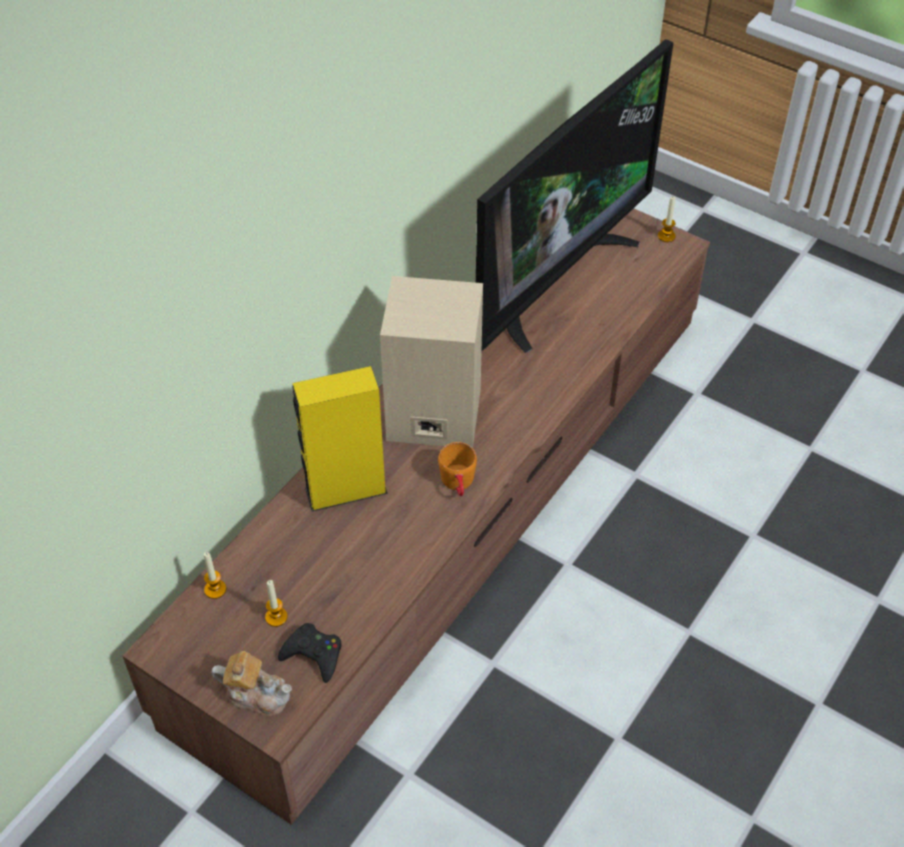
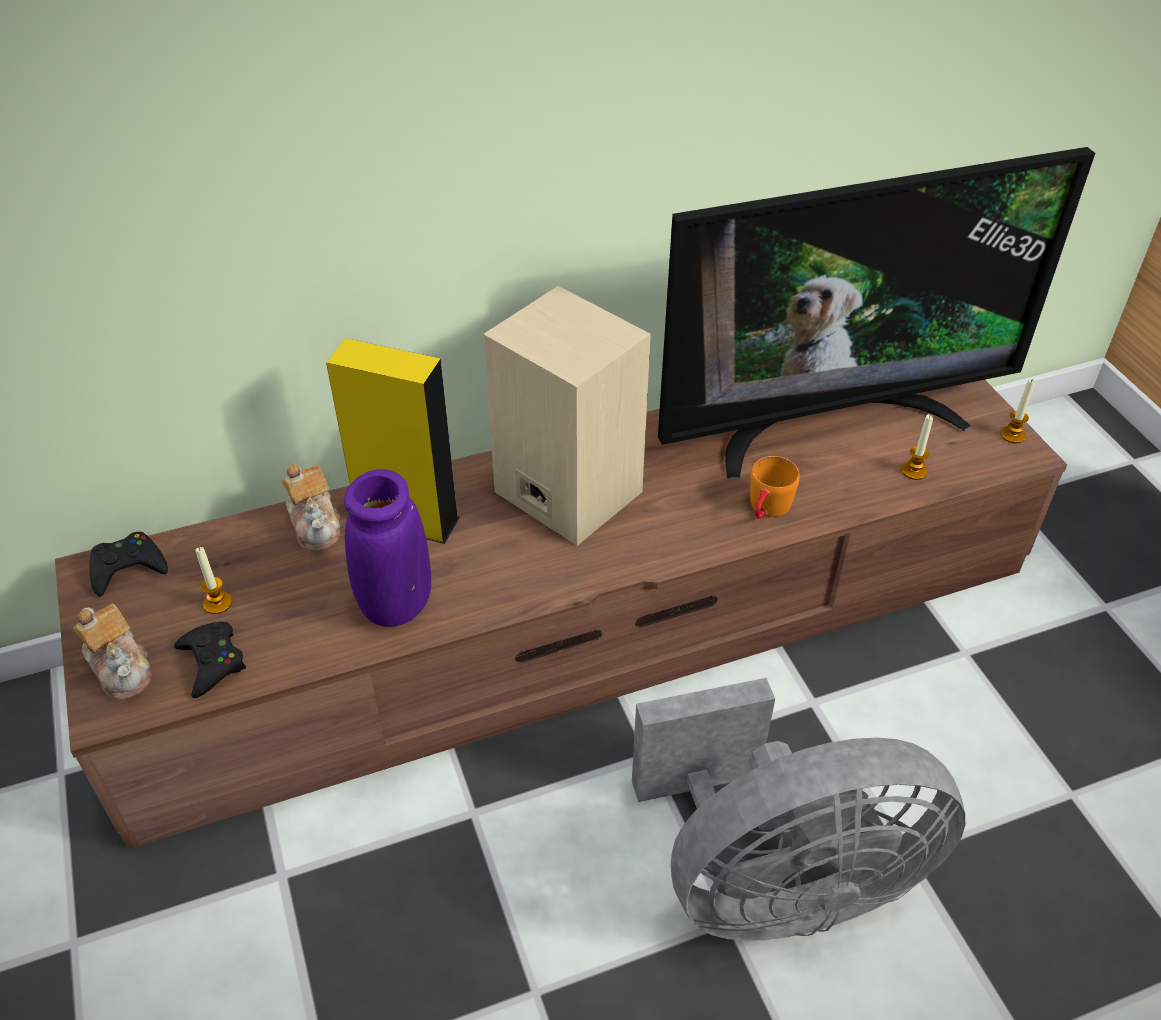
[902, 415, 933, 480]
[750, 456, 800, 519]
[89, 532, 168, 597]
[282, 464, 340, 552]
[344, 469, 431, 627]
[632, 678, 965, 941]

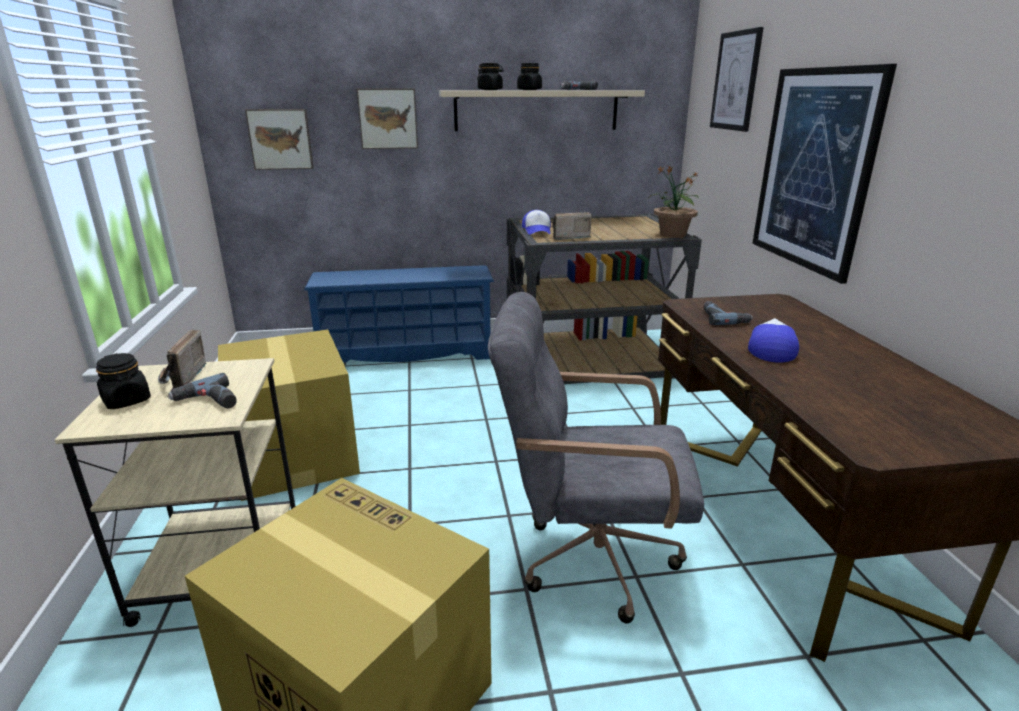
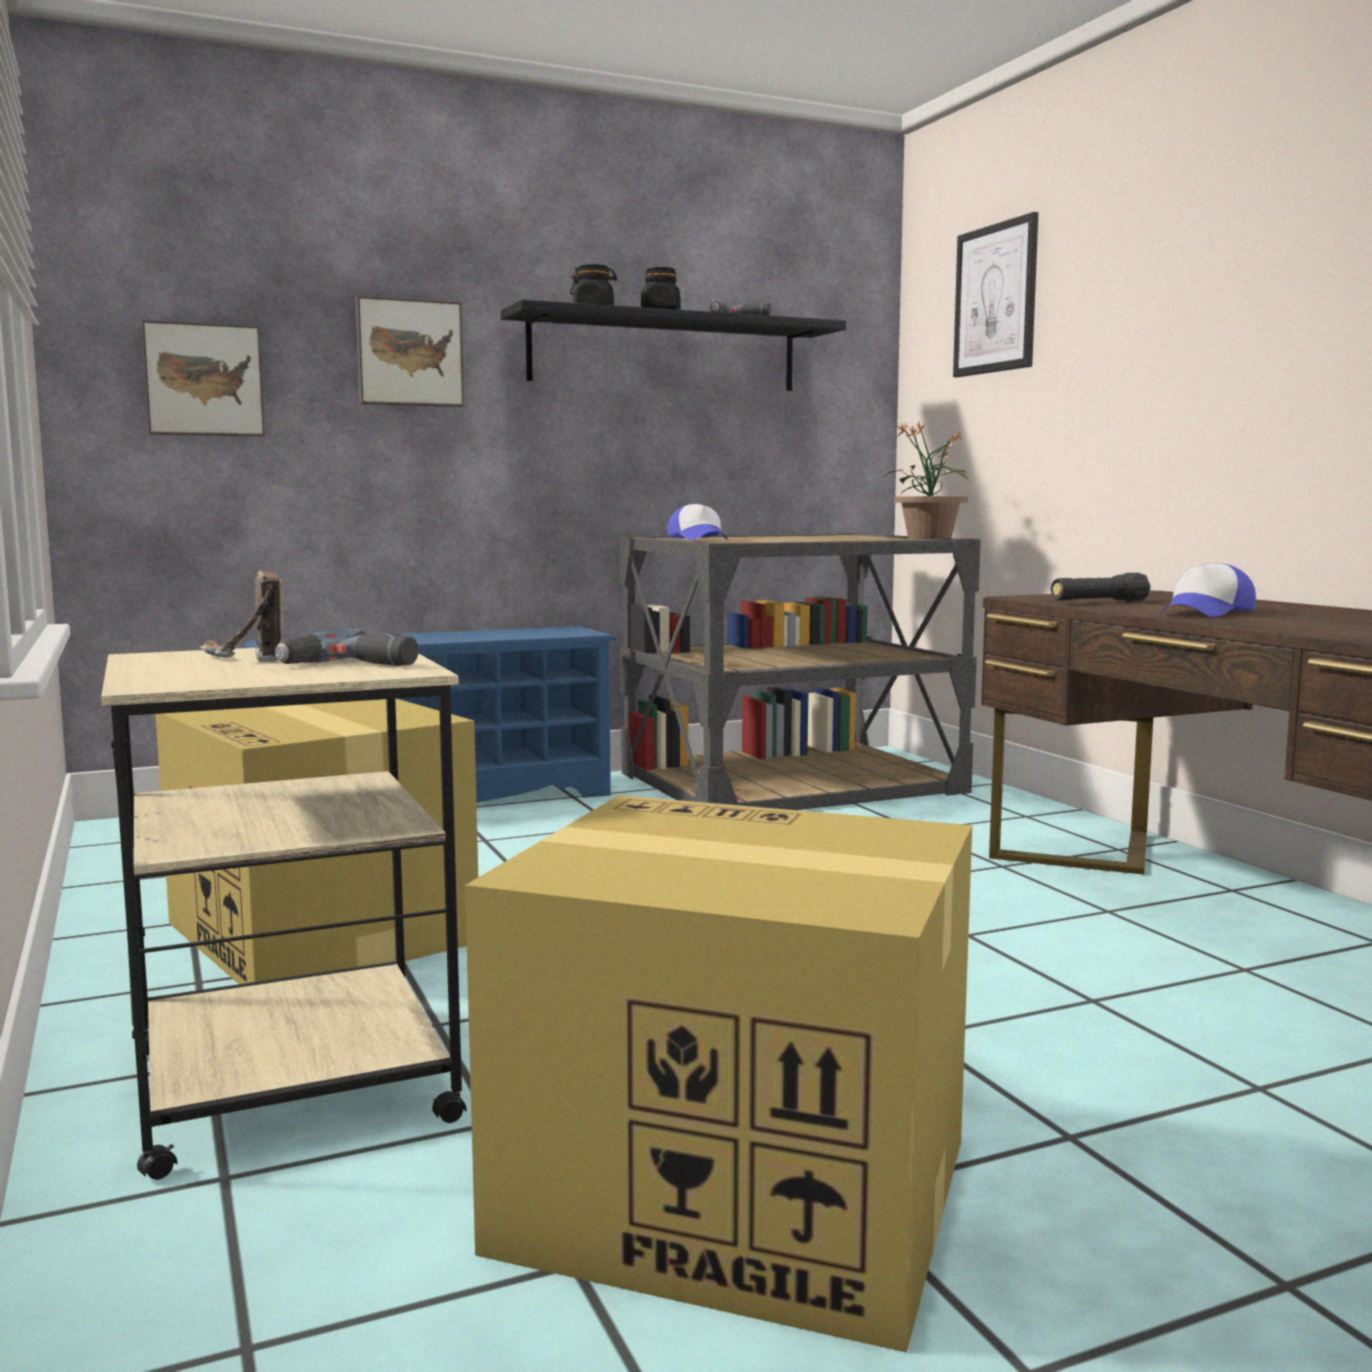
[96, 353, 151, 409] (first image)
[501, 299, 846, 391]
[488, 292, 704, 624] (first image)
[552, 212, 592, 240] (first image)
[1051, 573, 1151, 601]
[1161, 563, 1256, 617]
[752, 64, 897, 284] (first image)

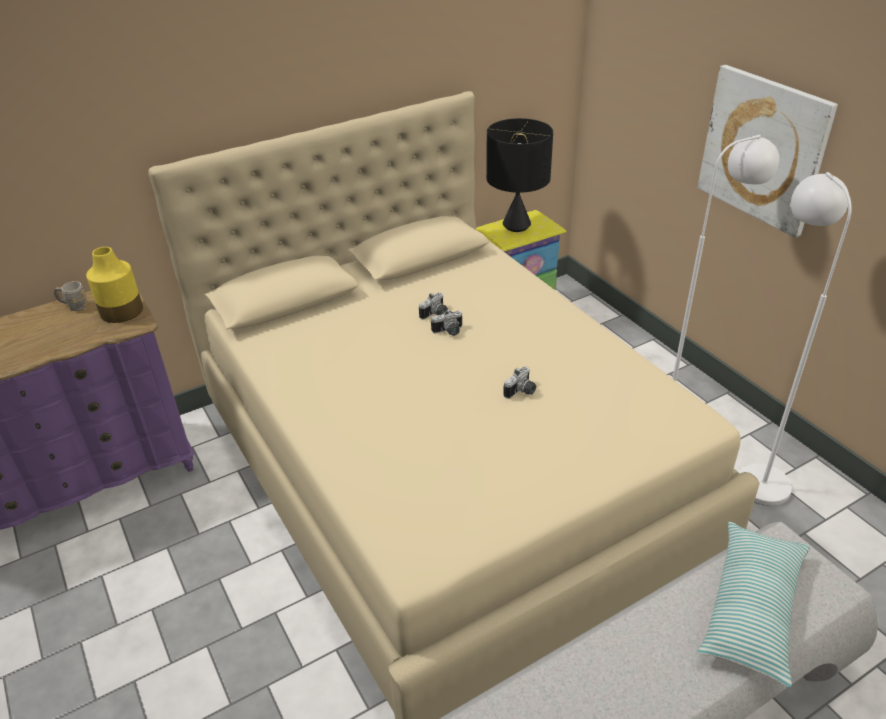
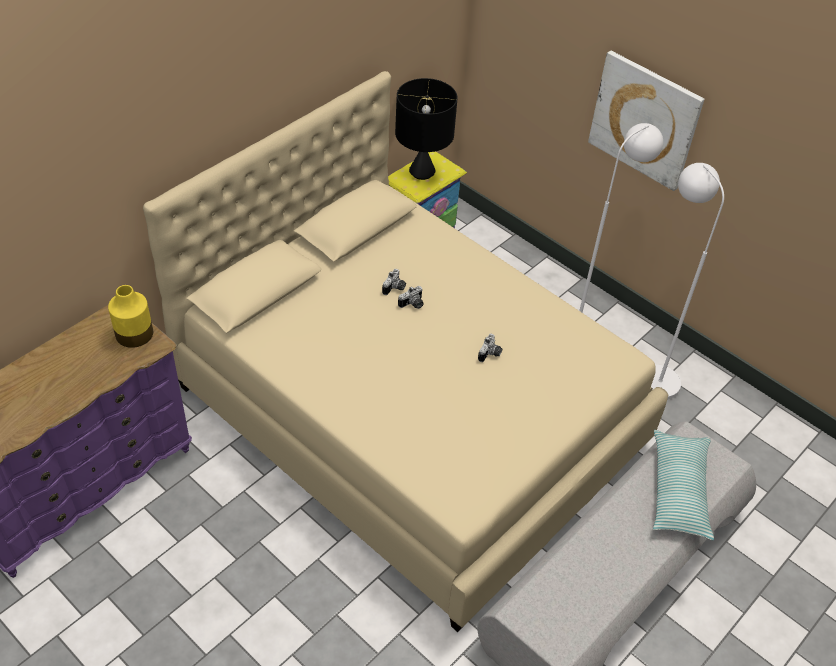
[54, 281, 88, 311] (first image)

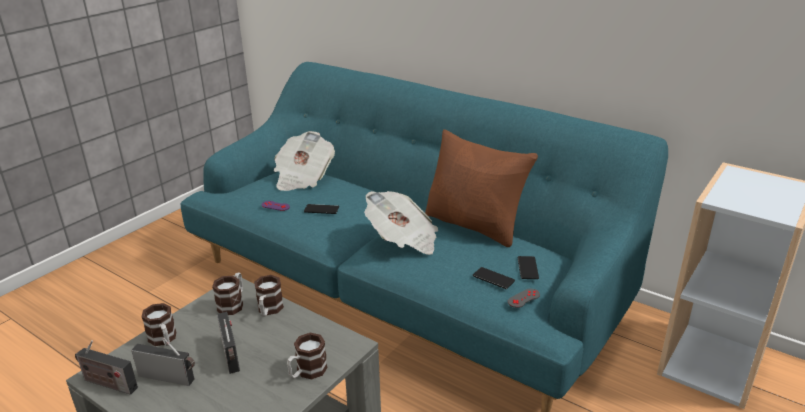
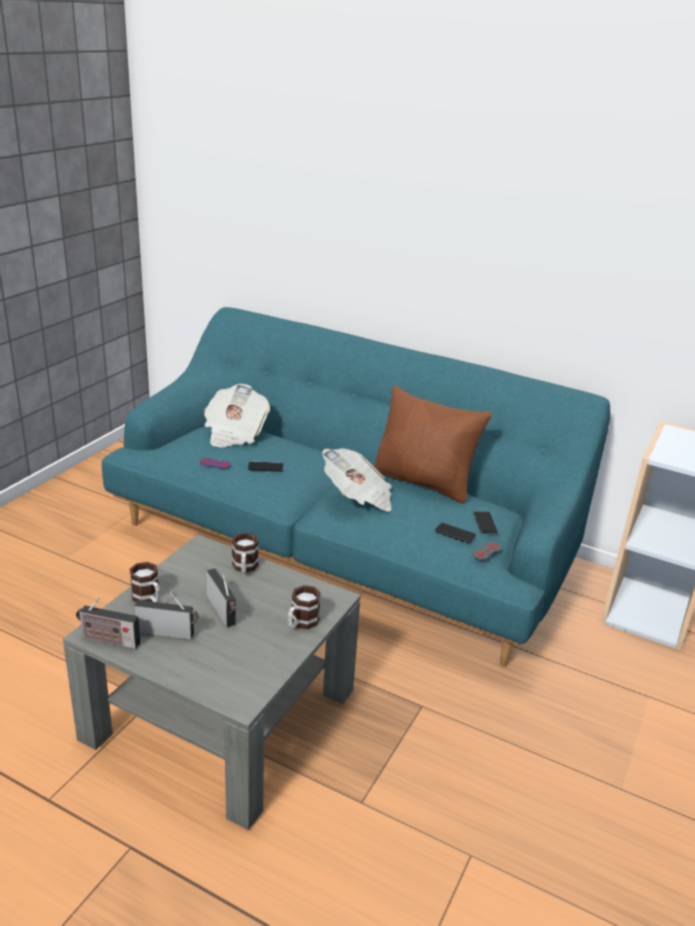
[212, 273, 243, 315] (first image)

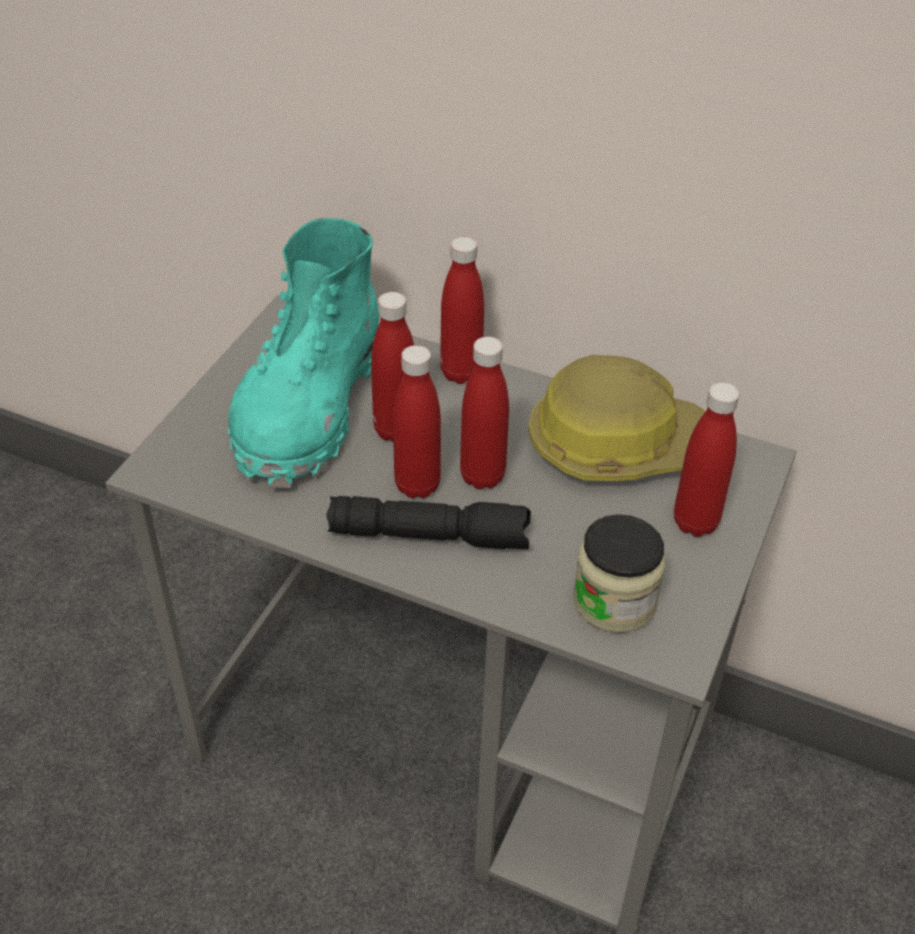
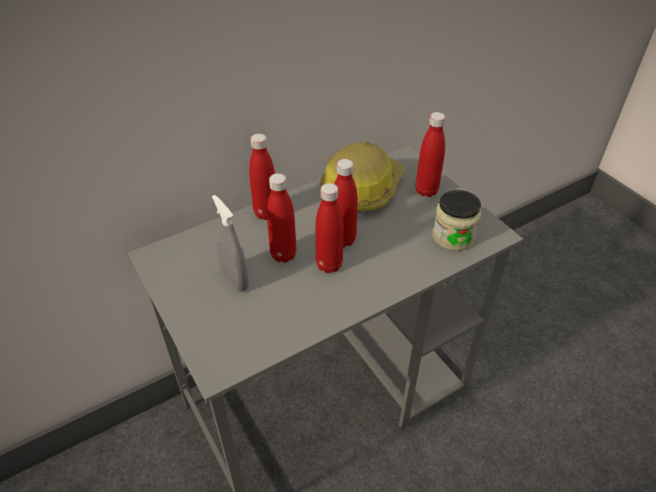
[212, 195, 249, 291]
[326, 496, 531, 549] (first image)

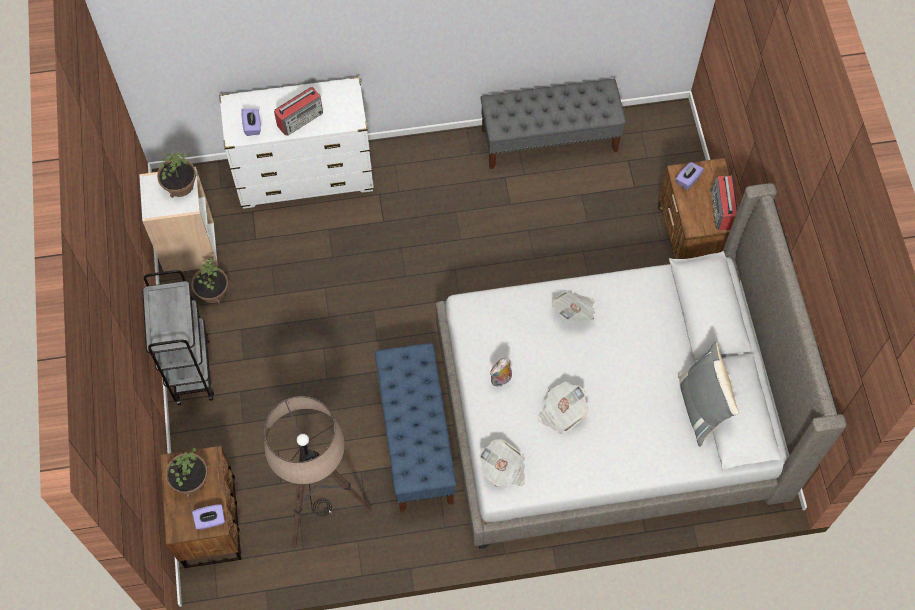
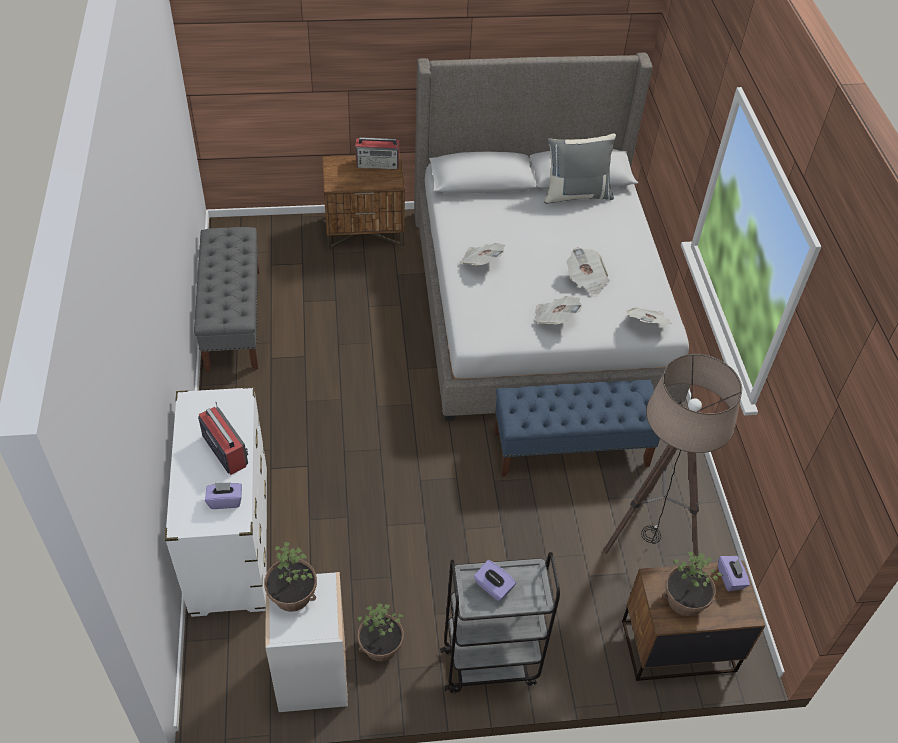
[534, 296, 582, 325]
[474, 560, 516, 601]

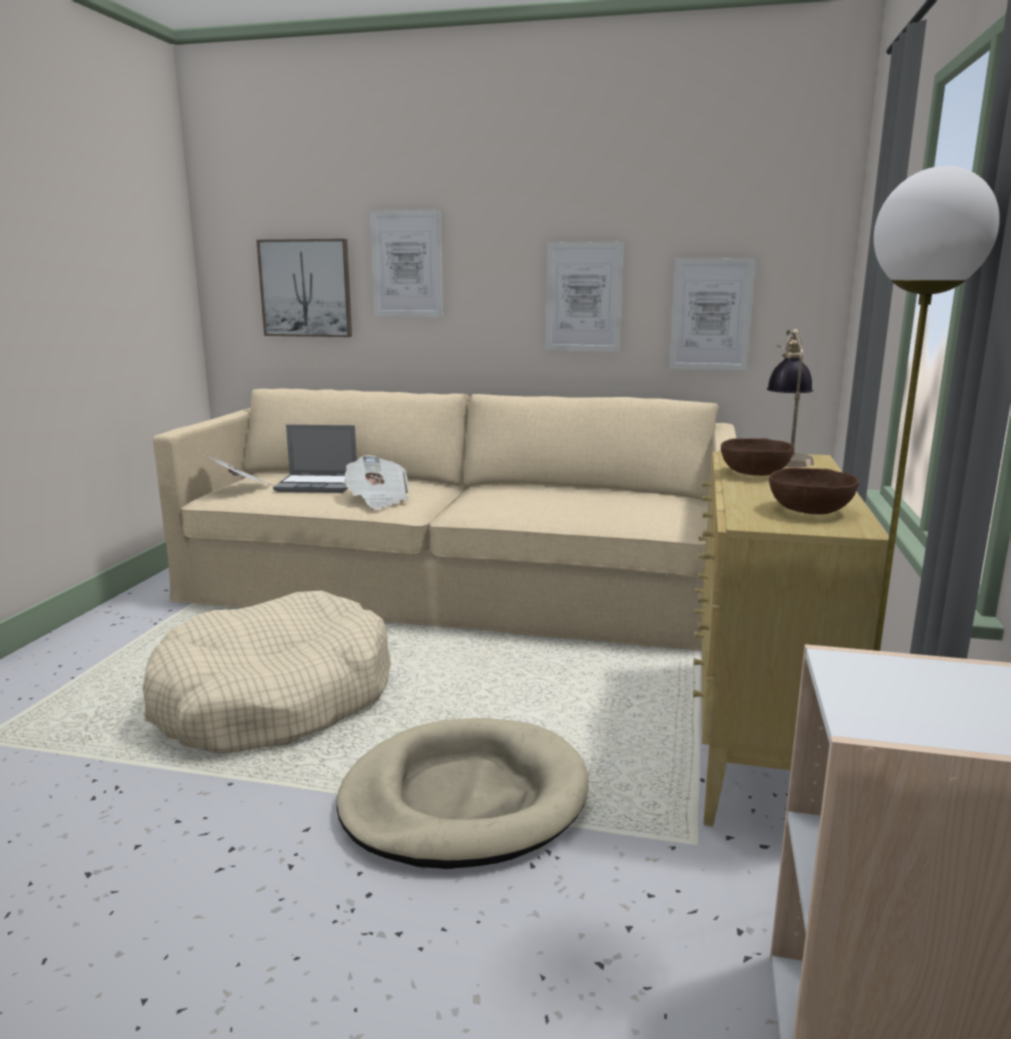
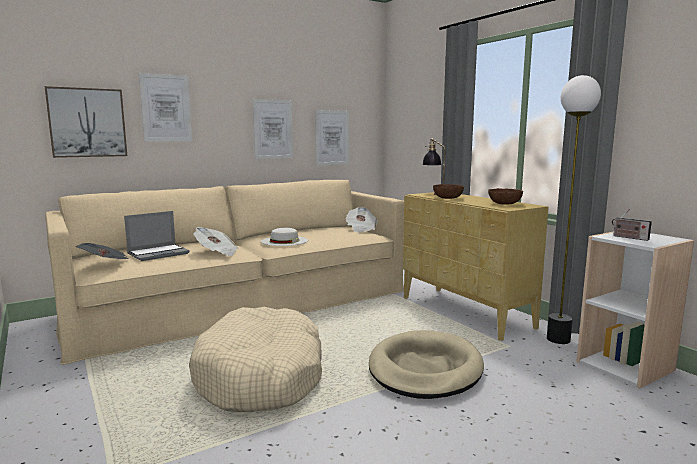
[261, 228, 308, 246]
[345, 207, 378, 233]
[612, 209, 652, 241]

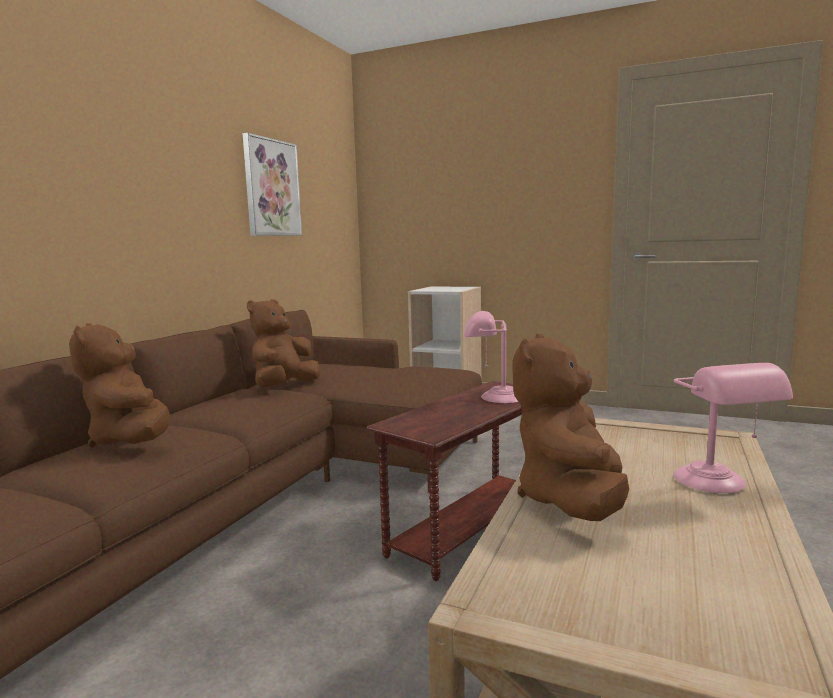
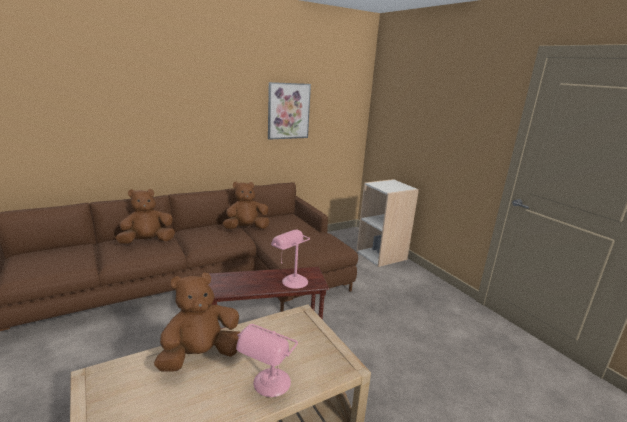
[115, 189, 175, 244]

